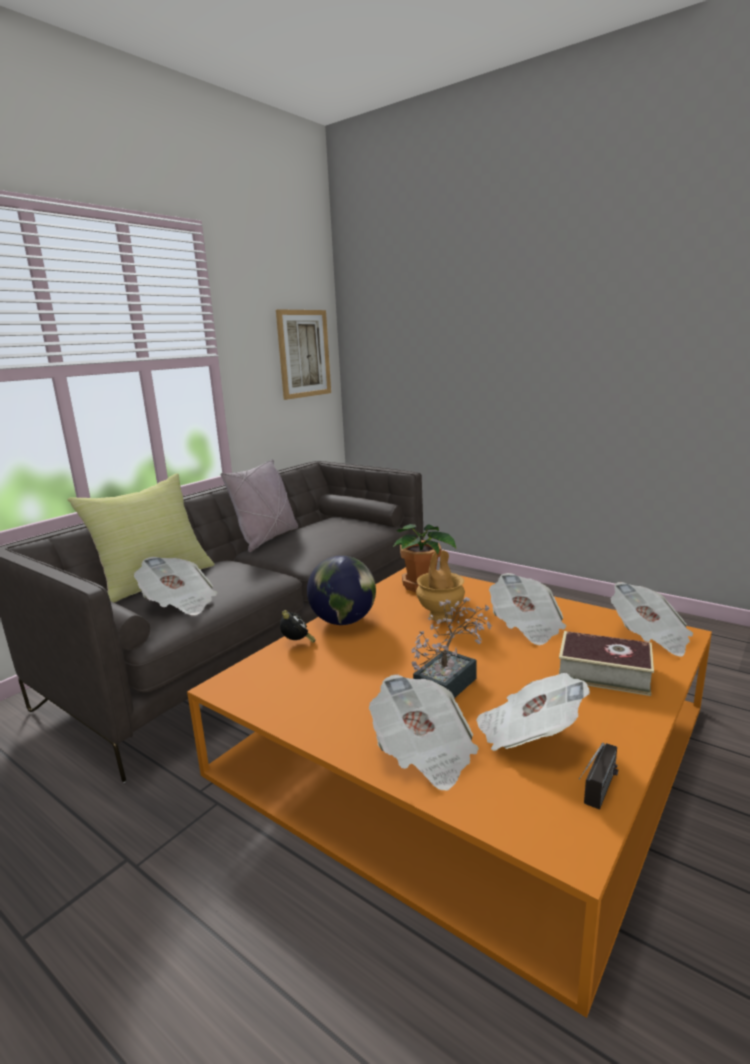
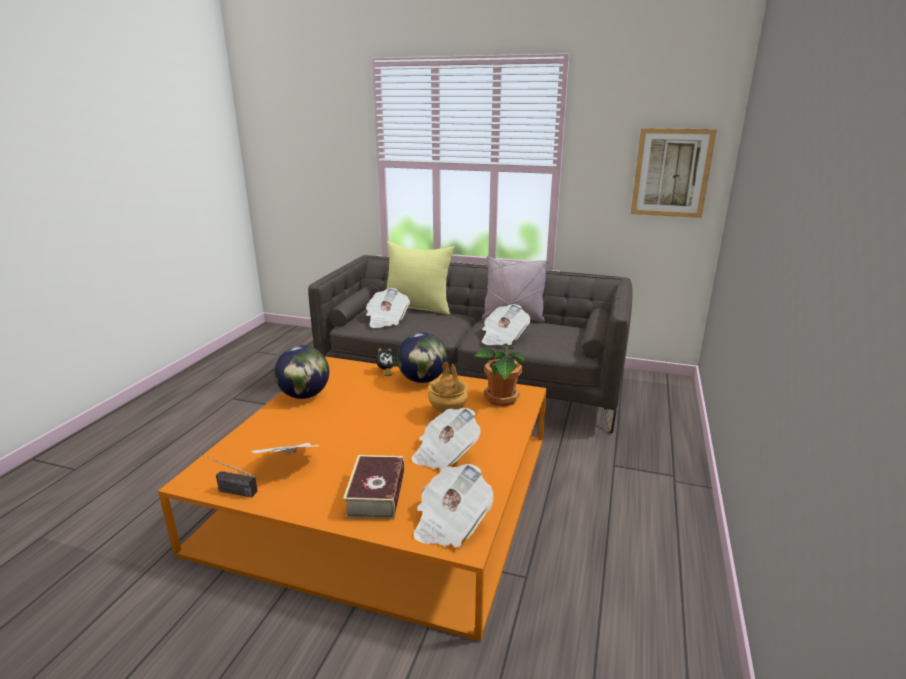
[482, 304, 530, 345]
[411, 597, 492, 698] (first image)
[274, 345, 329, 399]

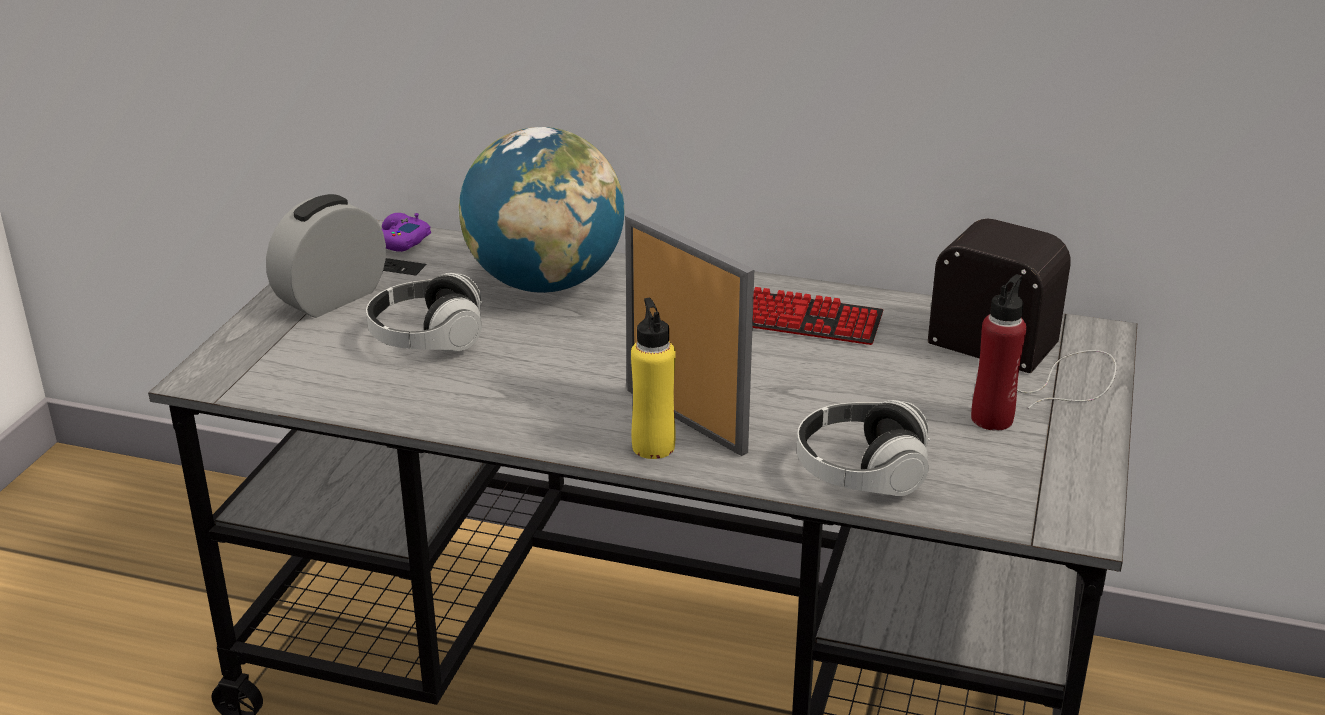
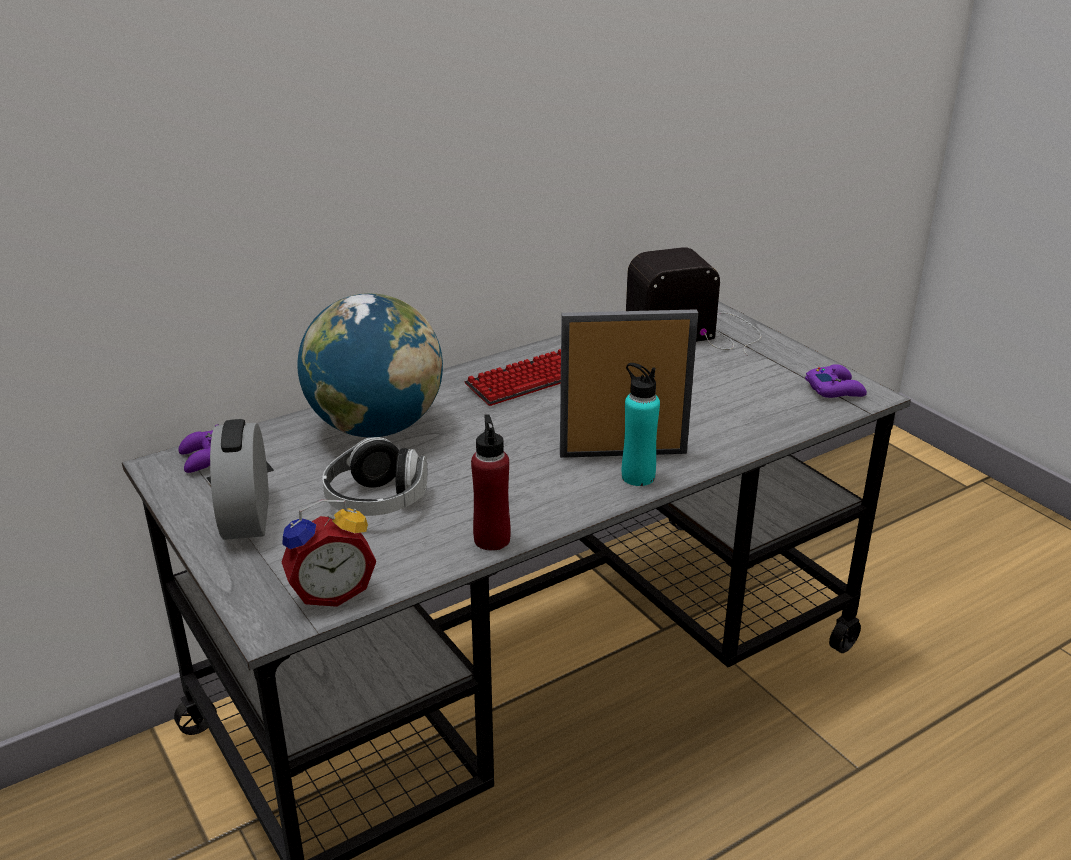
[622, 363, 660, 486]
[797, 400, 931, 496] (first image)
[471, 414, 511, 551]
[282, 500, 377, 607]
[805, 364, 867, 398]

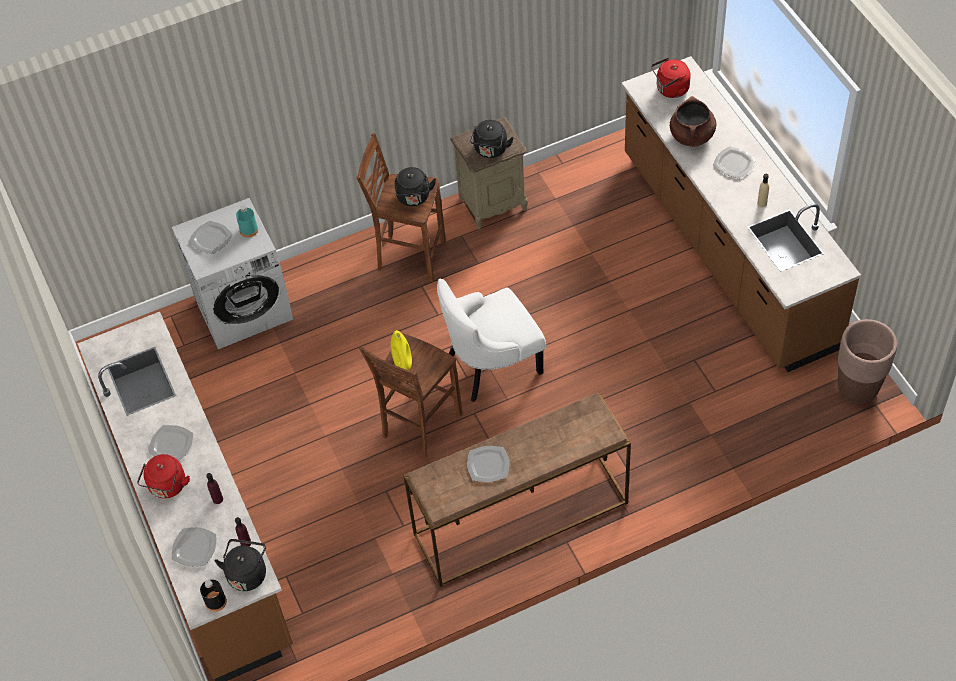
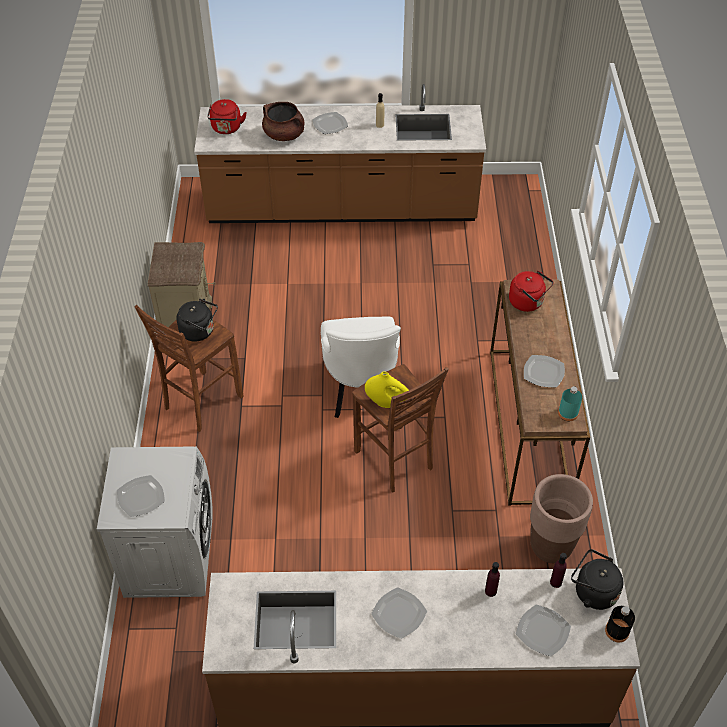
[509, 271, 554, 312]
[558, 386, 582, 421]
[470, 120, 514, 158] (first image)
[530, 474, 593, 563]

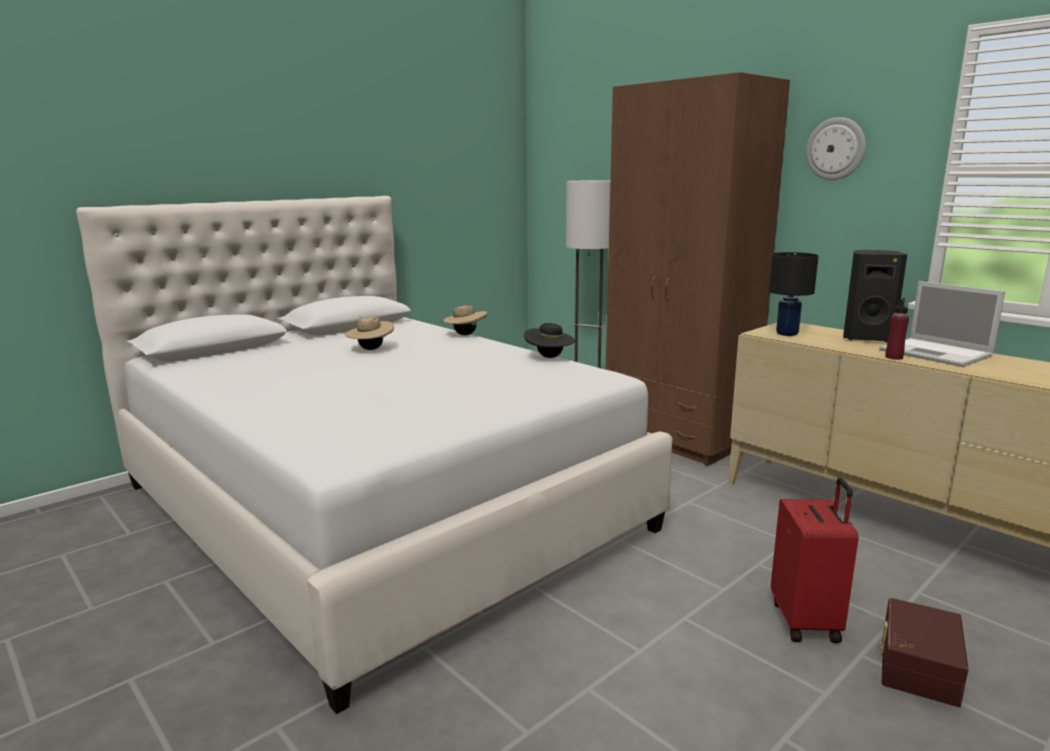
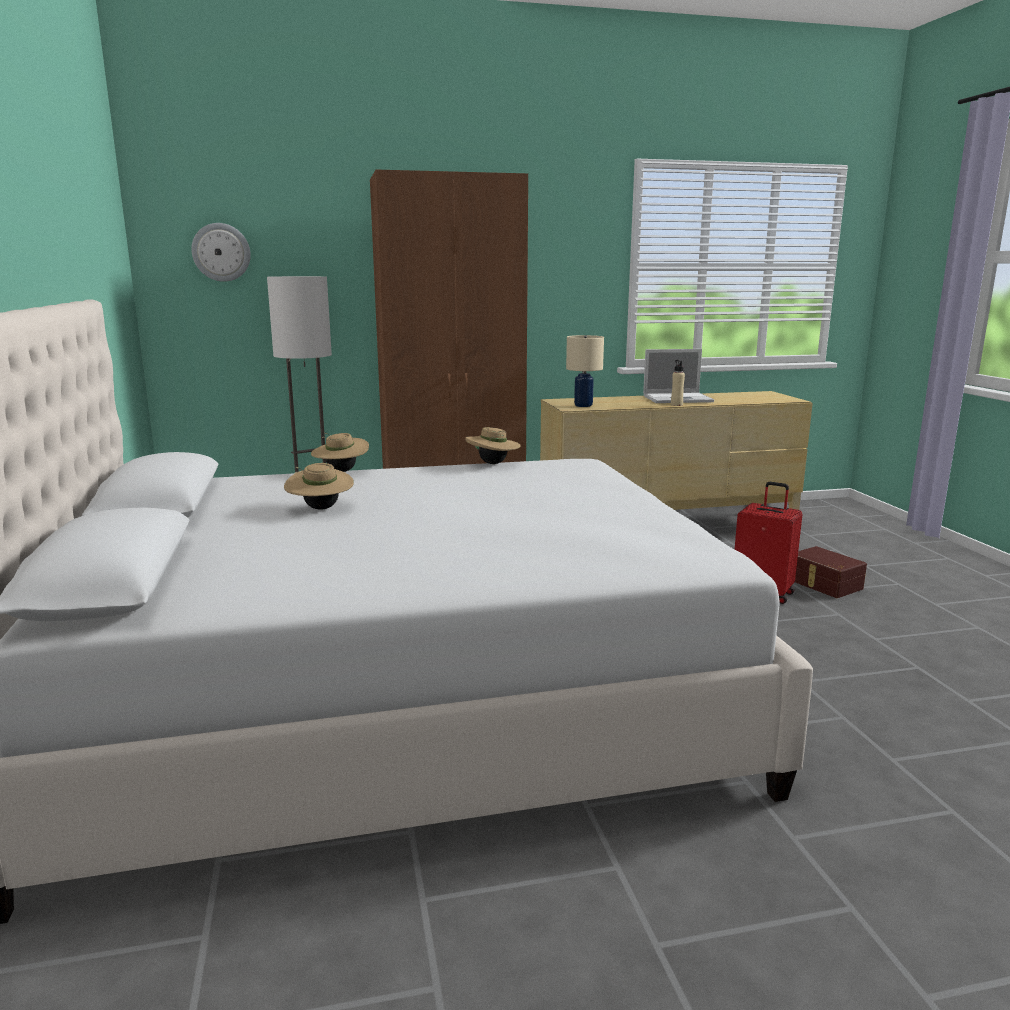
[466, 427, 521, 464]
[566, 335, 604, 407]
[191, 223, 251, 282]
[843, 250, 907, 342] (first image)
[671, 360, 685, 406]

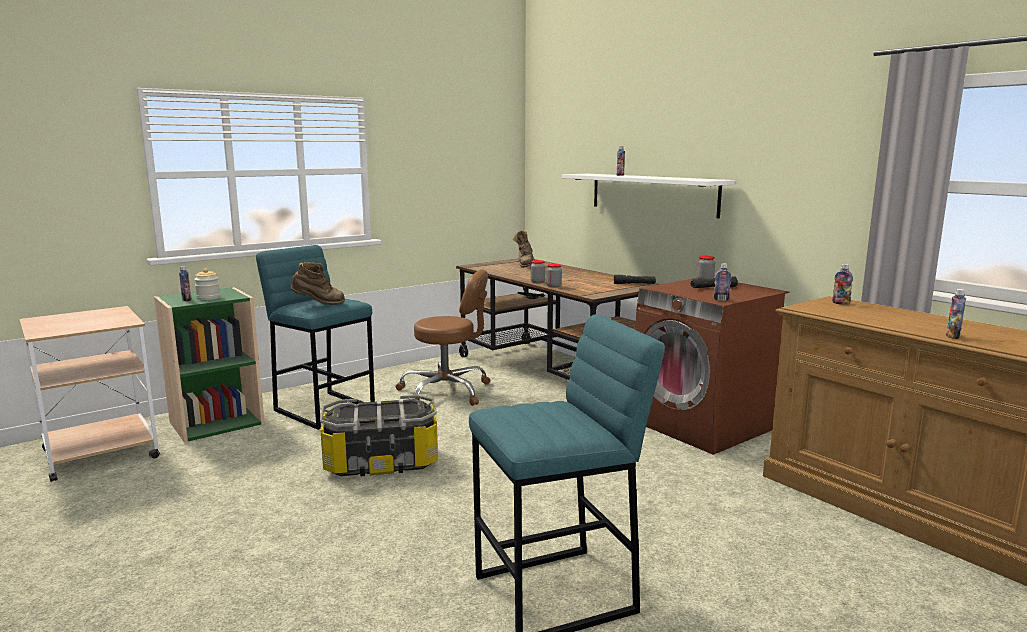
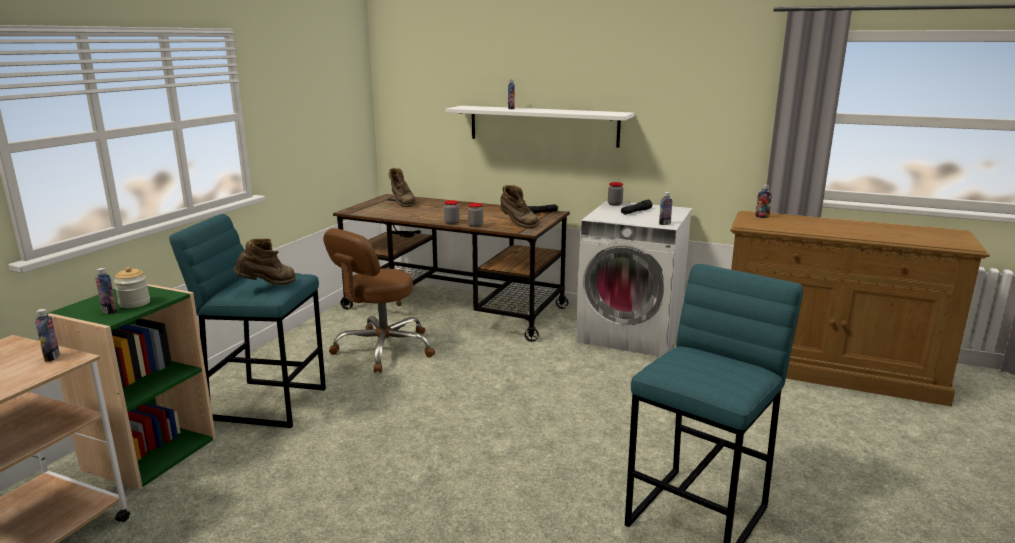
[320, 395, 438, 476] (first image)
[323, 228, 435, 373]
[577, 200, 692, 357]
[35, 309, 60, 362]
[500, 185, 540, 228]

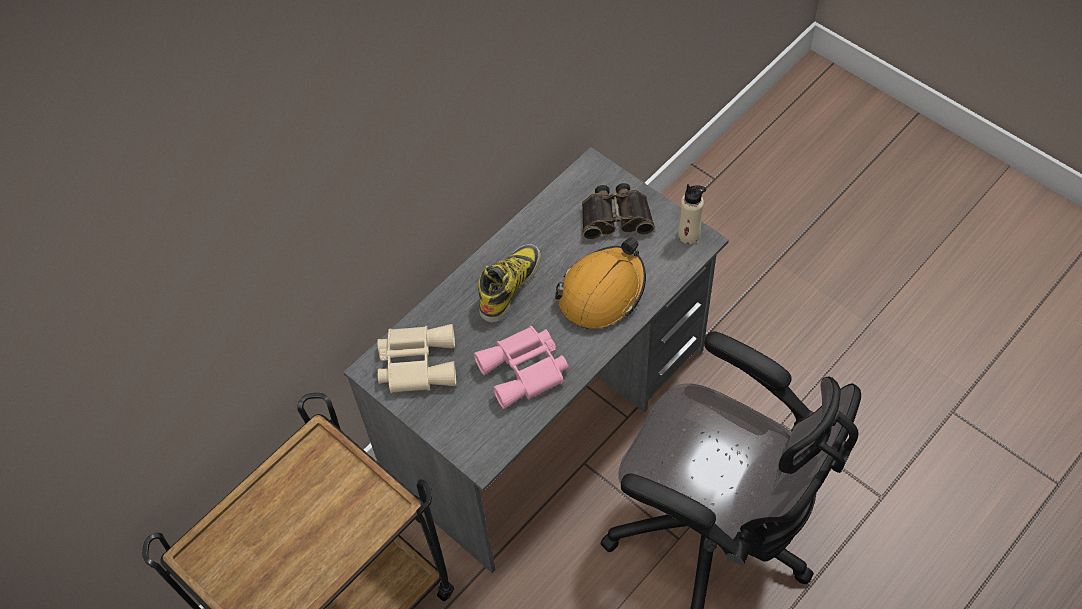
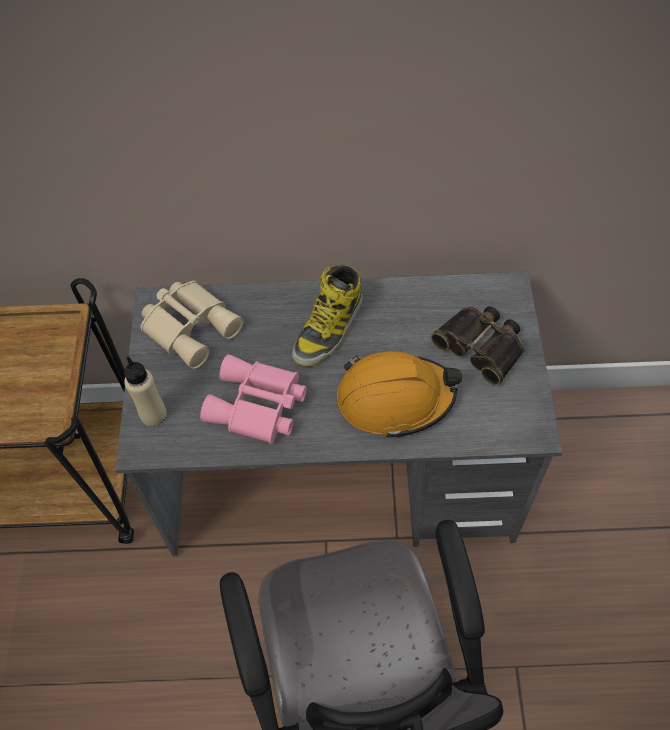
[292, 265, 363, 367]
[124, 356, 167, 427]

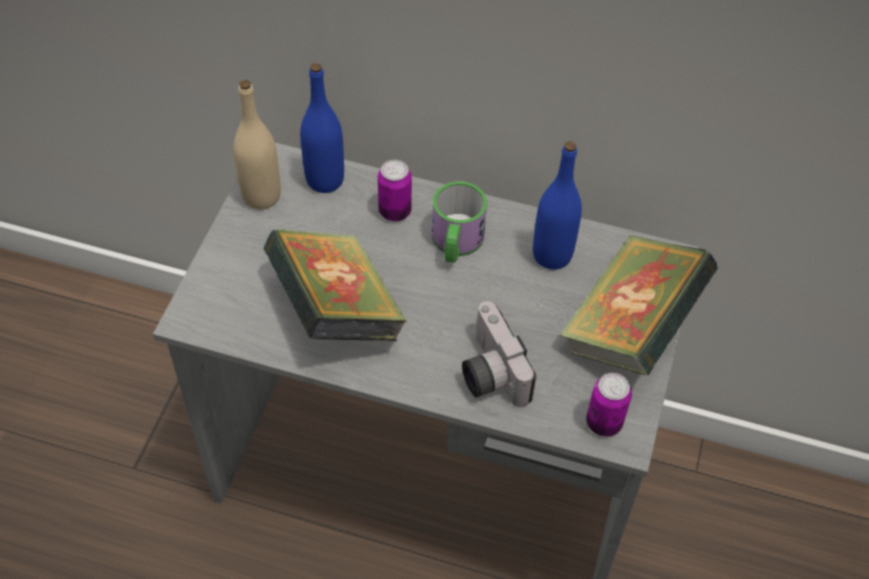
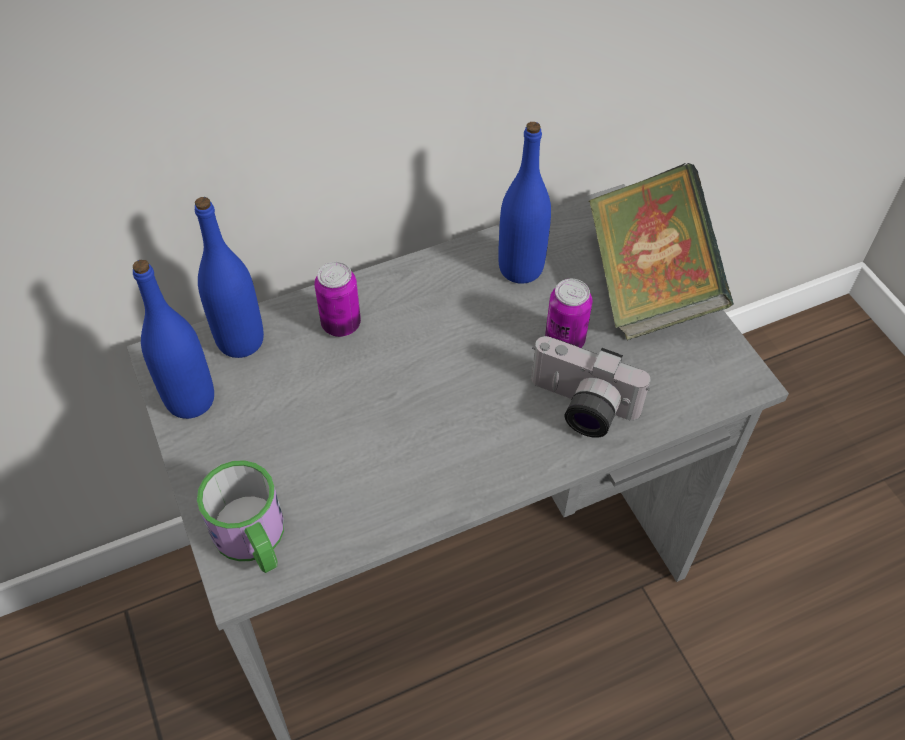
[133, 260, 214, 419]
[263, 229, 407, 341] (first image)
[197, 460, 284, 573]
[545, 279, 592, 348]

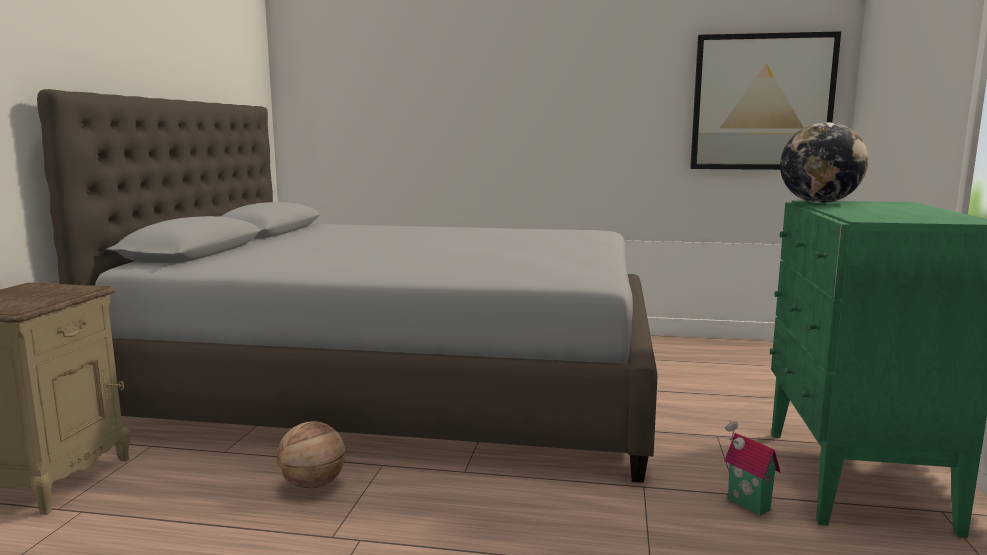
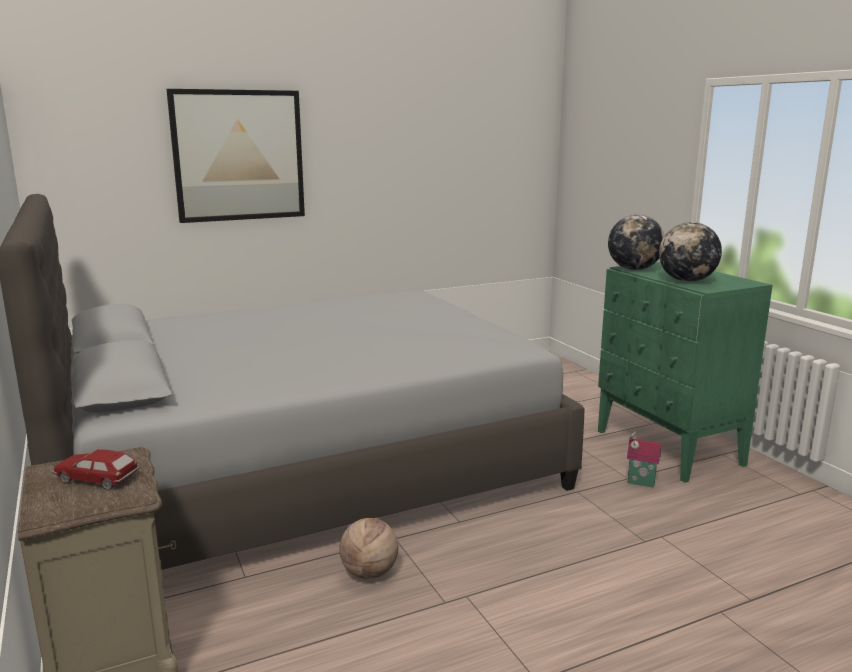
[166, 89, 305, 223]
[52, 449, 140, 490]
[659, 222, 722, 282]

